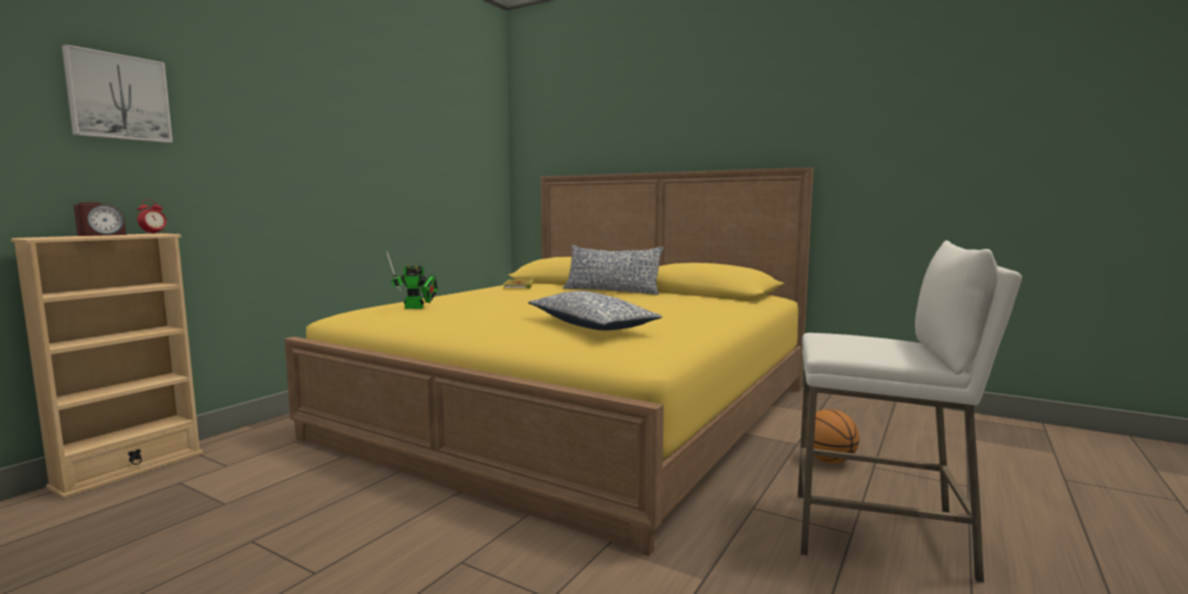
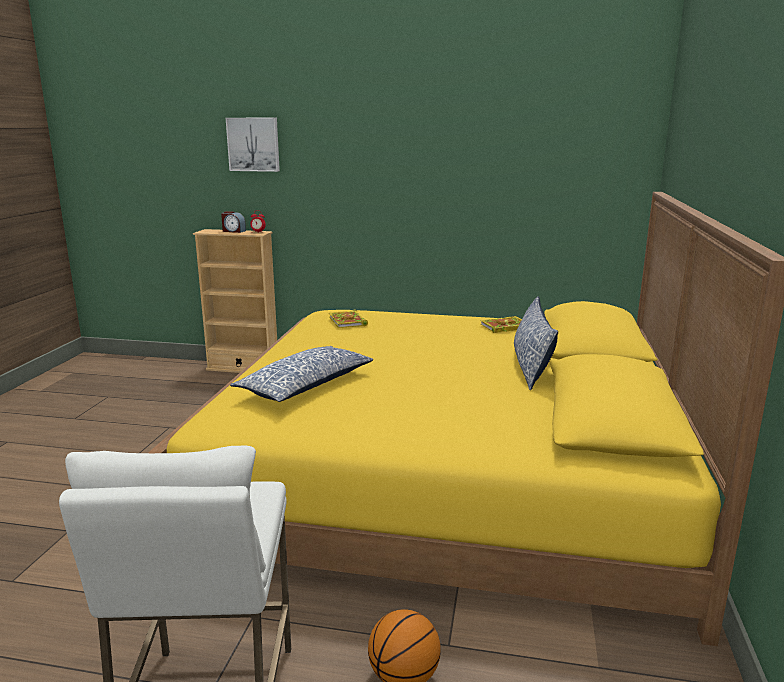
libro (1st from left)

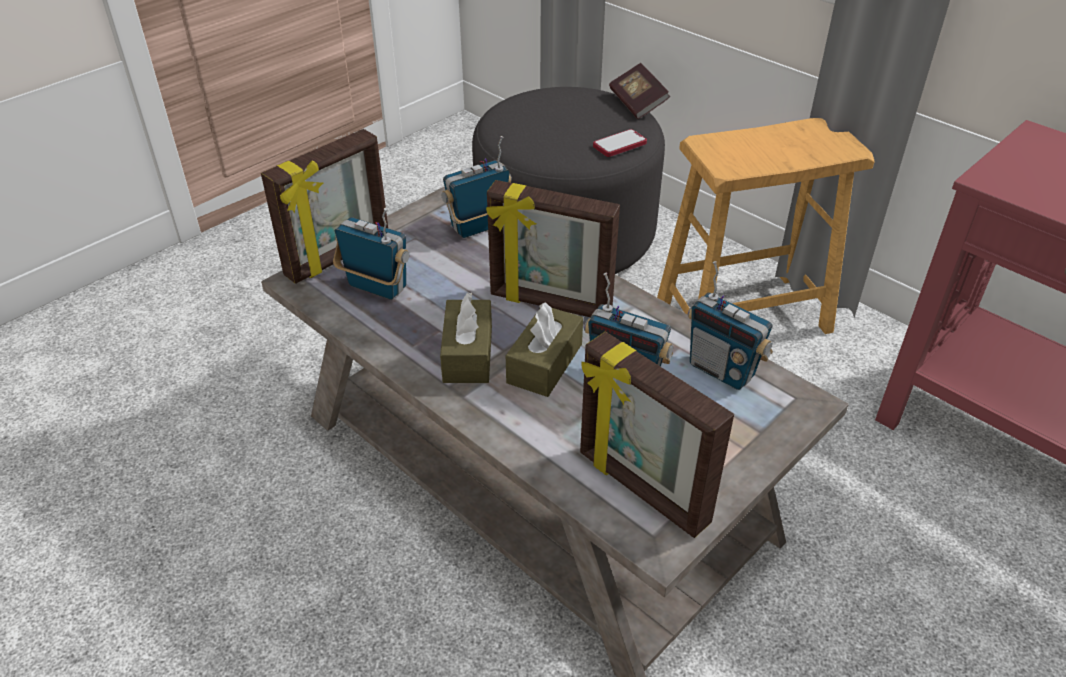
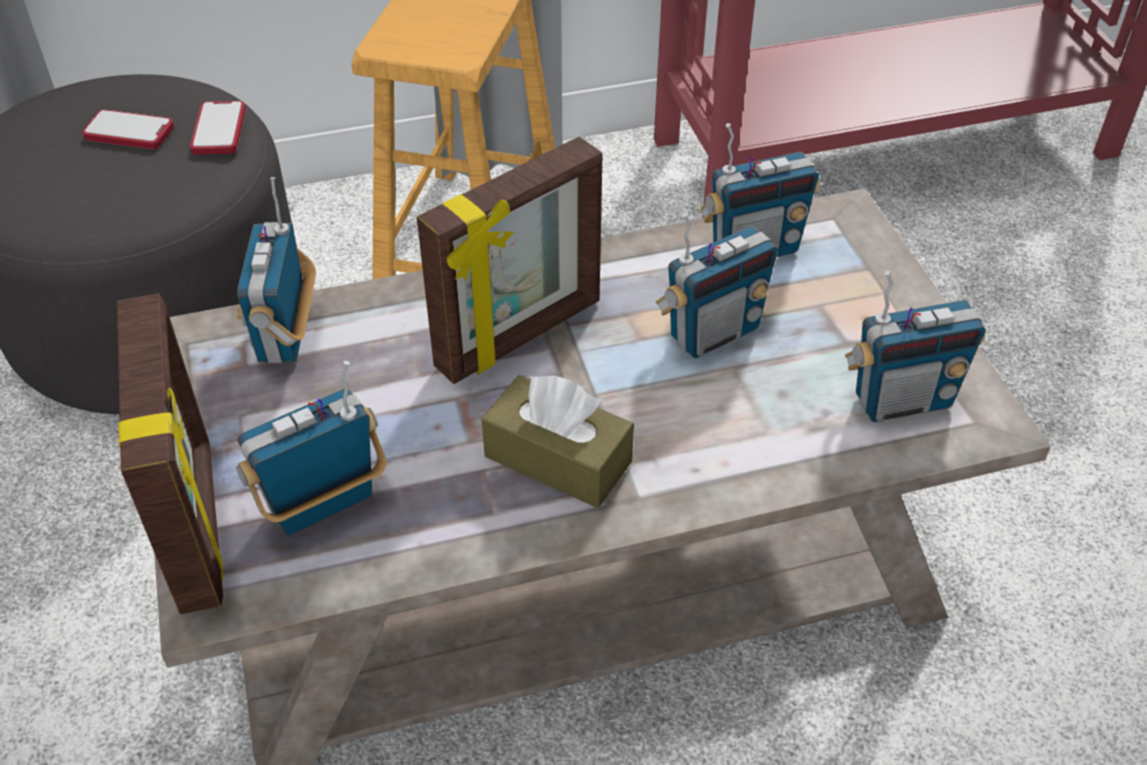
móvil (1st from left)
radio (5th from left)
caja de pañuelos [marrón] (2nd from left in the first image)
libro

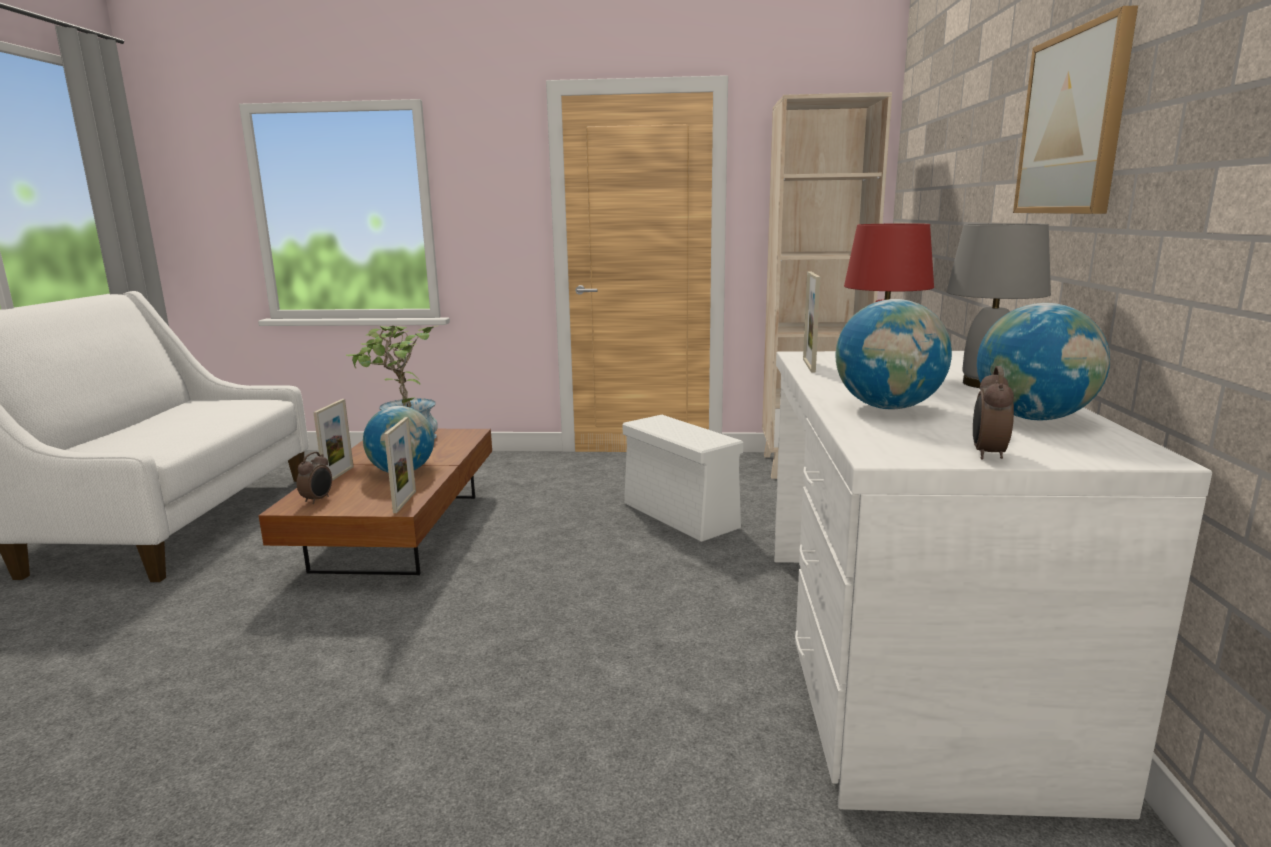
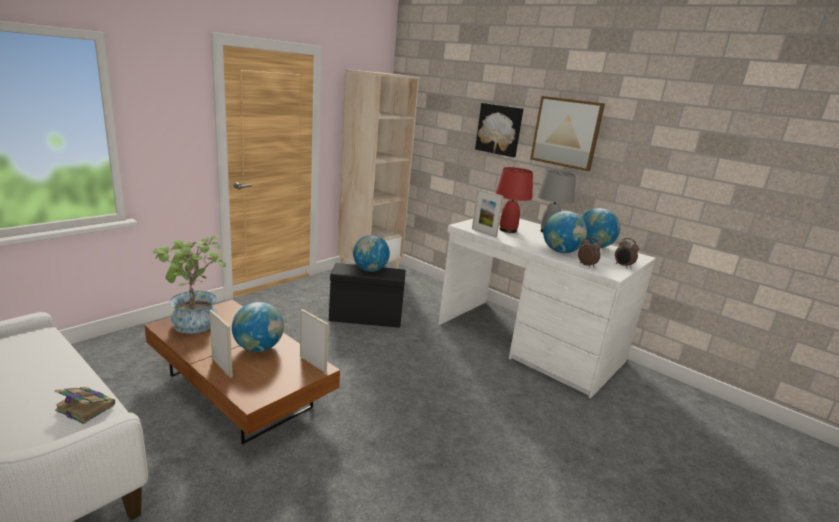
libro
caja de almacenaje [negro]
globo terráqueo (2nd from left)
cuadro (1st from left)
despertador (1st from left)

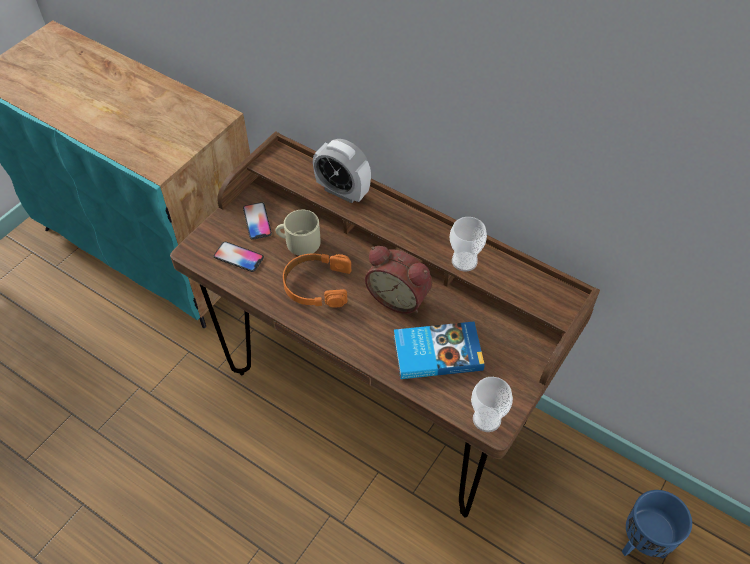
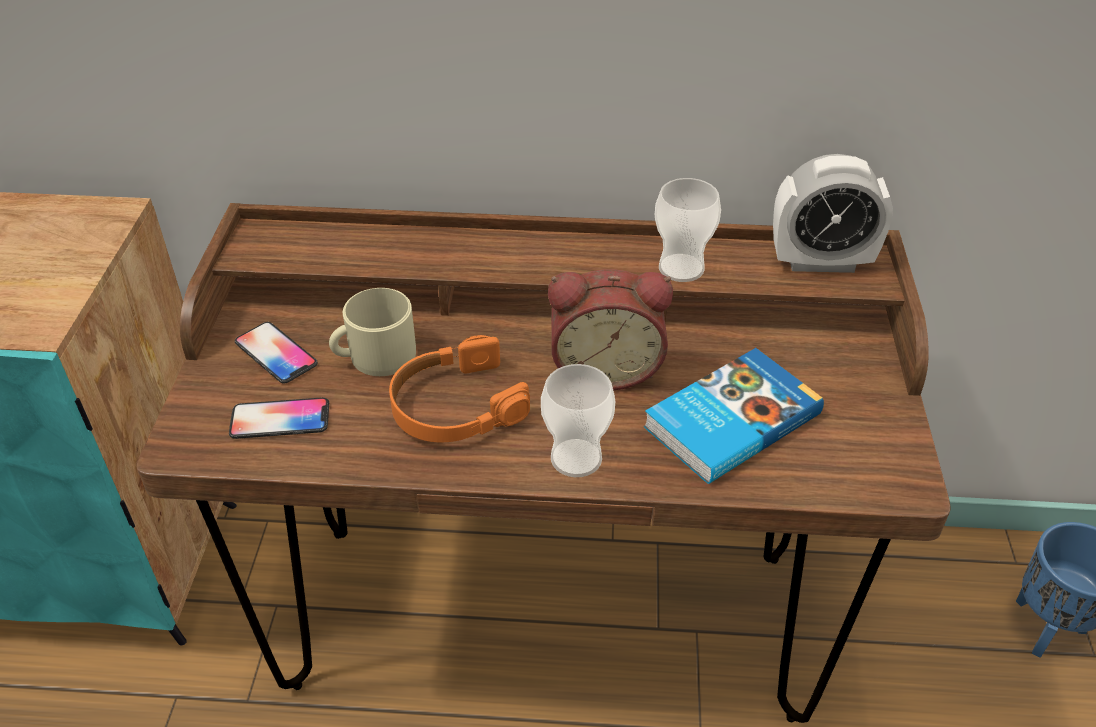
taza (1st from left)
despertador (2nd from left)

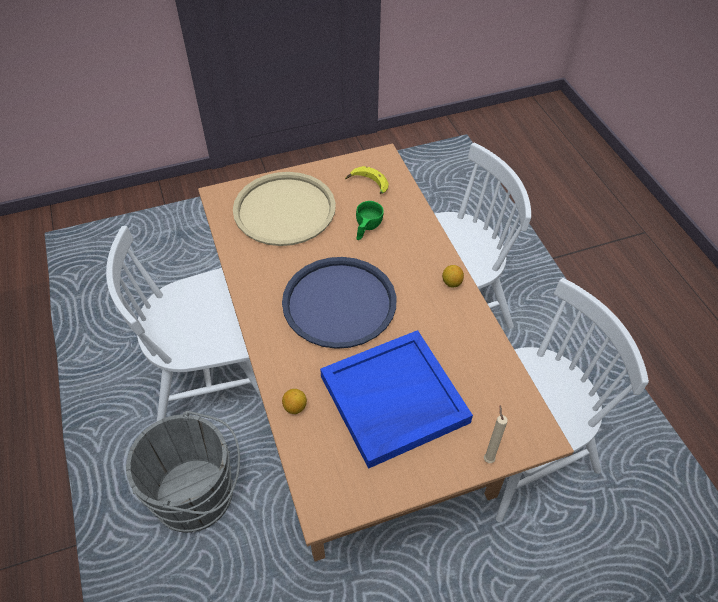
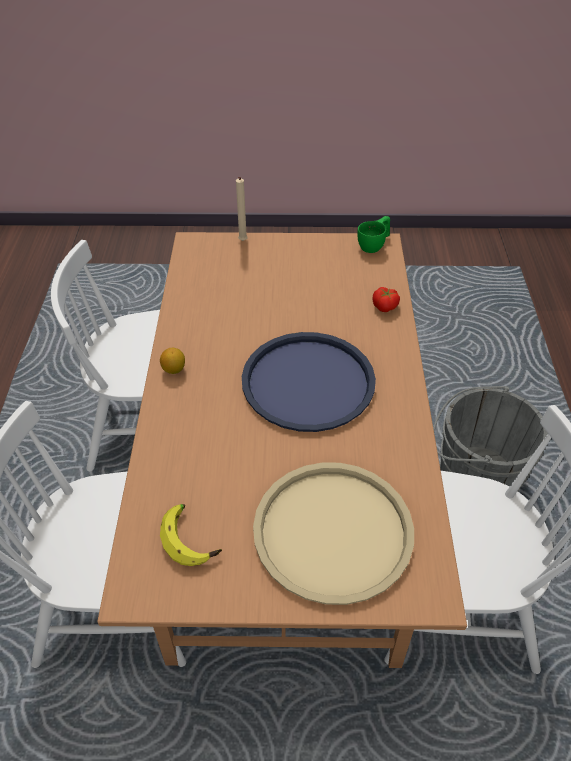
taza [verde]
tomate
bandeja [azul] (2nd from left in the first image)

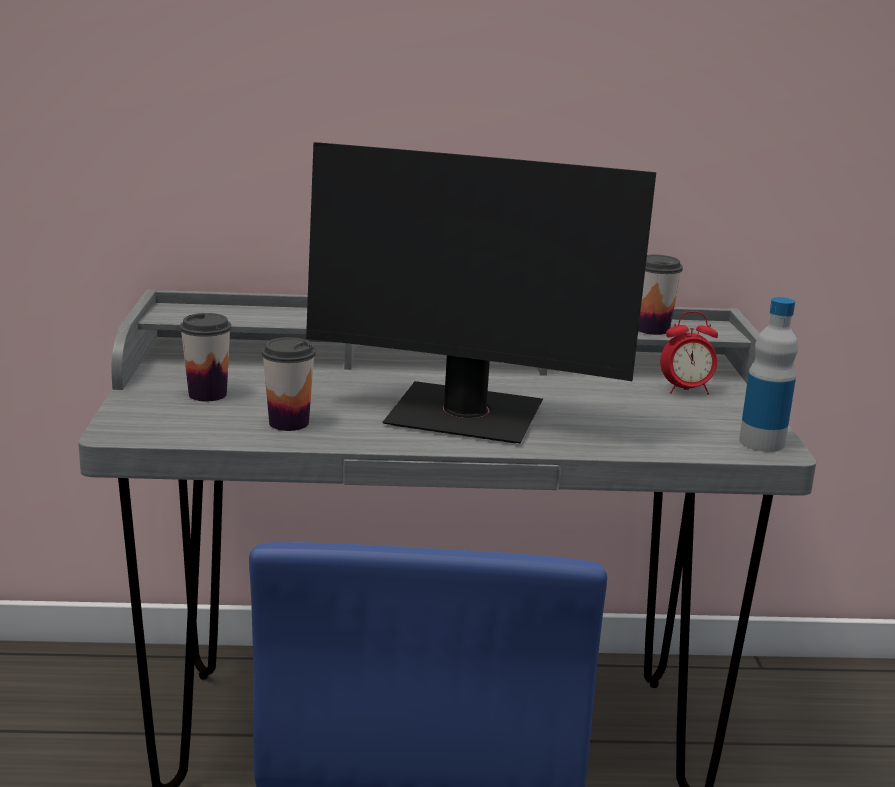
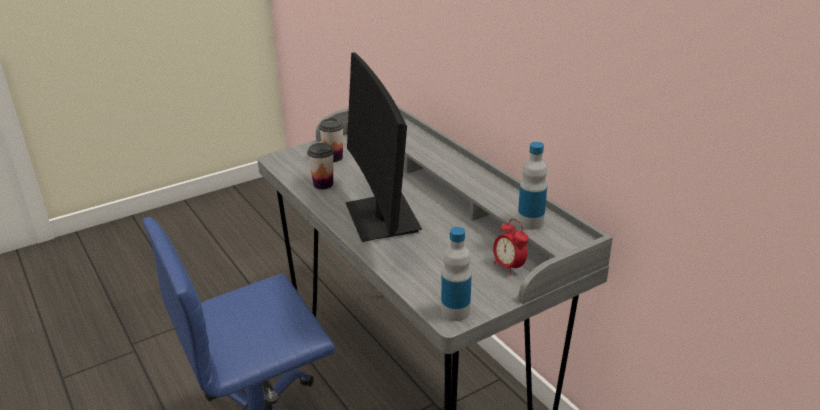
botella (2nd from left)

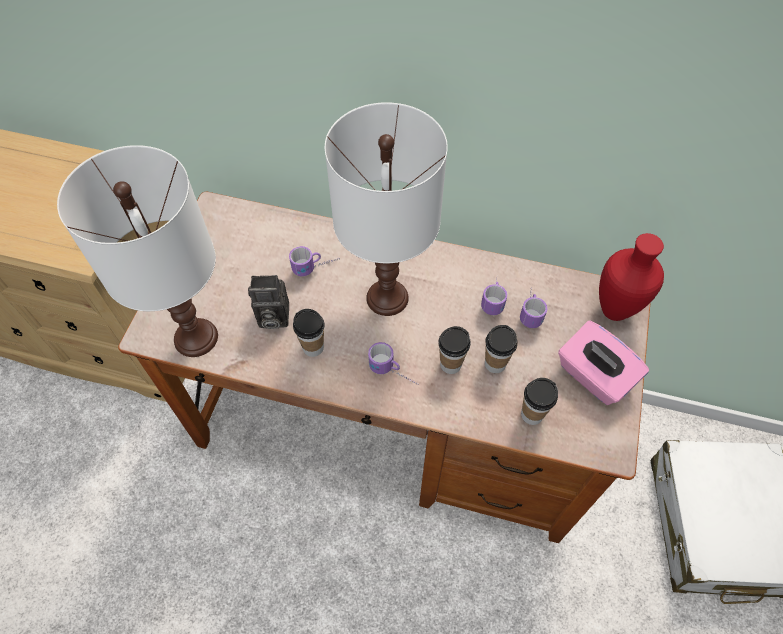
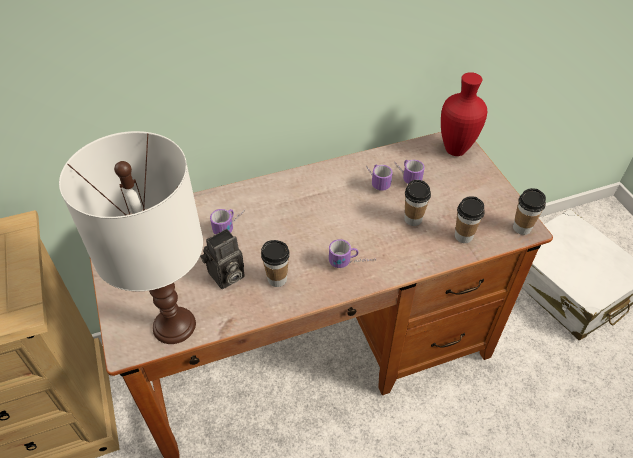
taza (4th from left)
lámpara de mesa [blanco] (2nd from left in the first image)
caja de pañuelos [rosa]

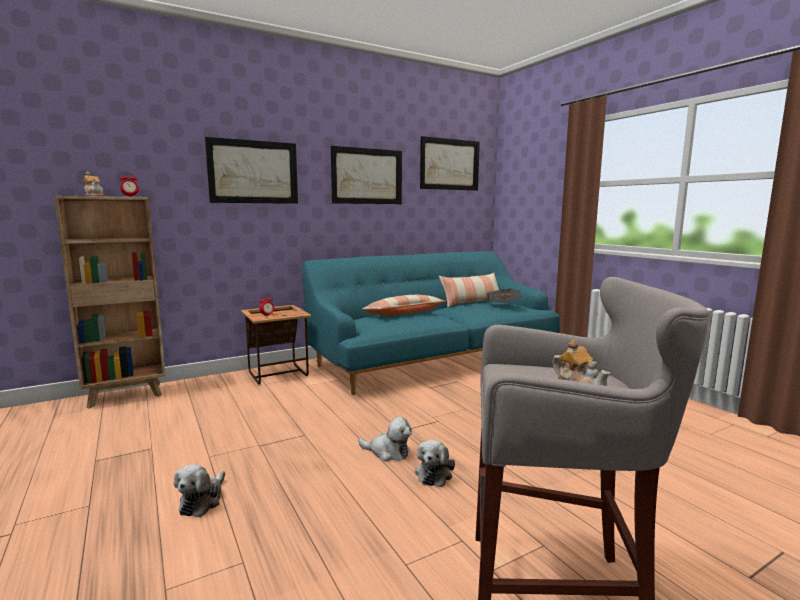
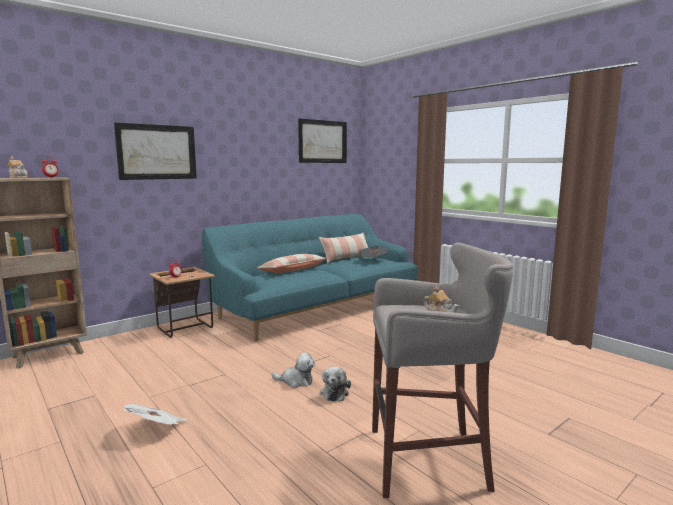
periódico (1st from left)
cuadro (2nd from left in the first image)

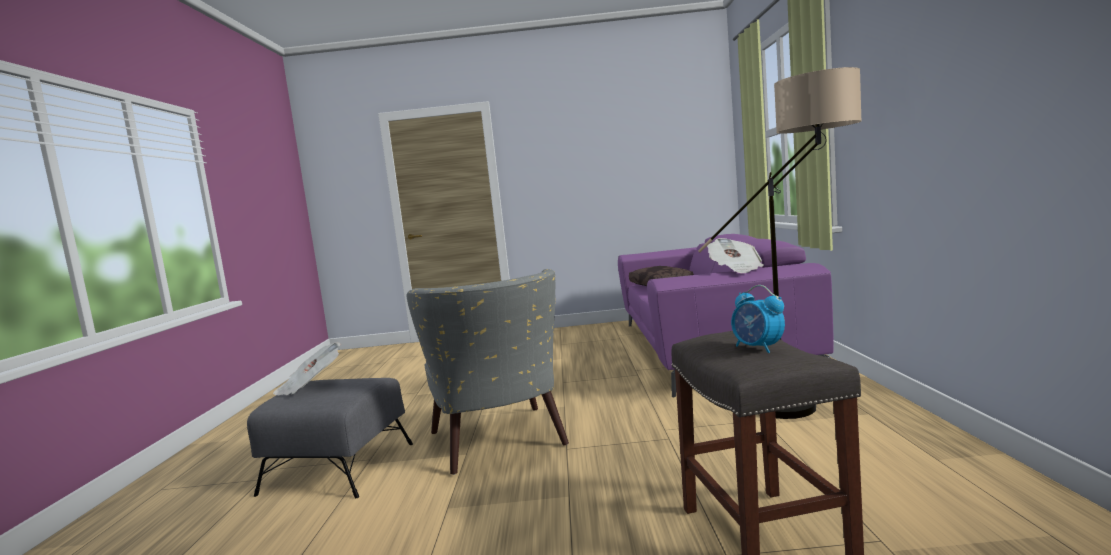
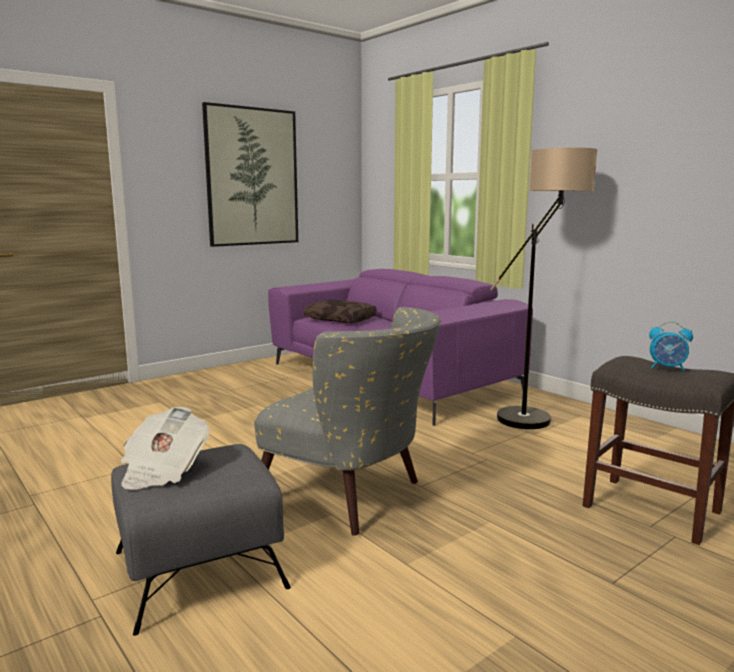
cuadro
periódico (2nd from left in the first image)

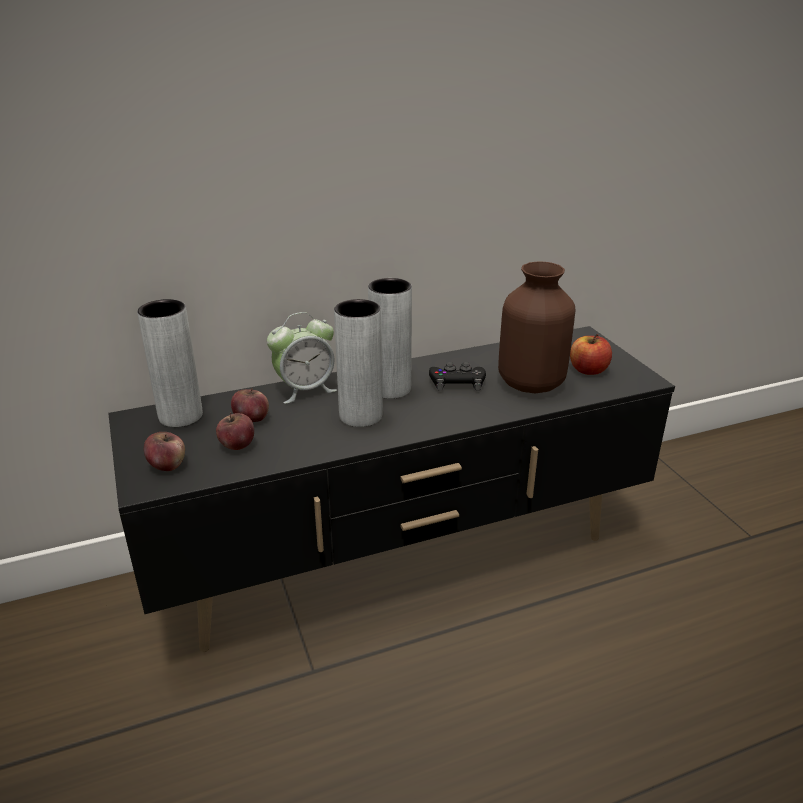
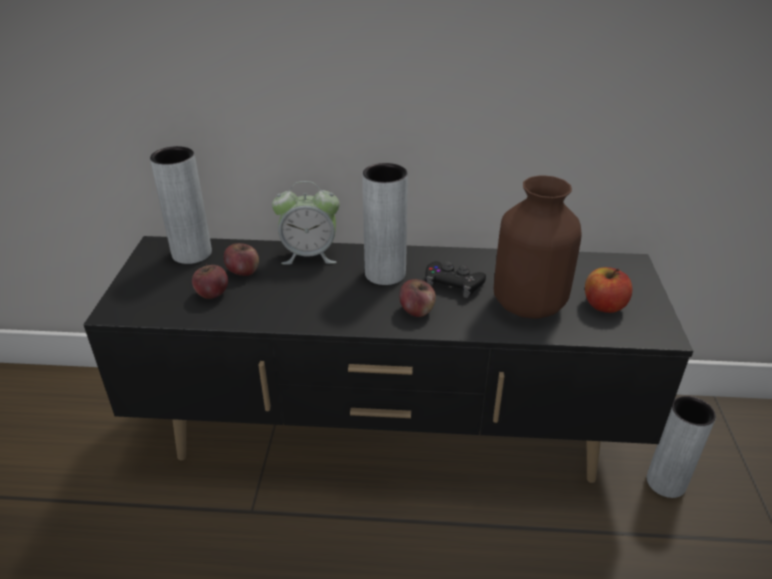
manzana (3rd from left)
florero [gris] (3rd from left)

